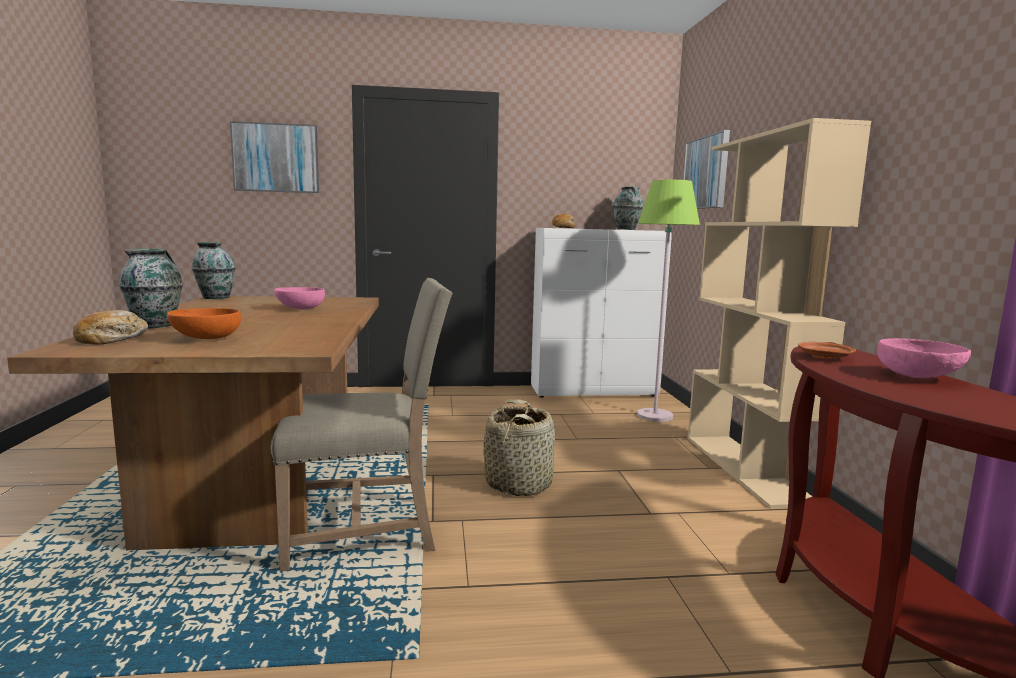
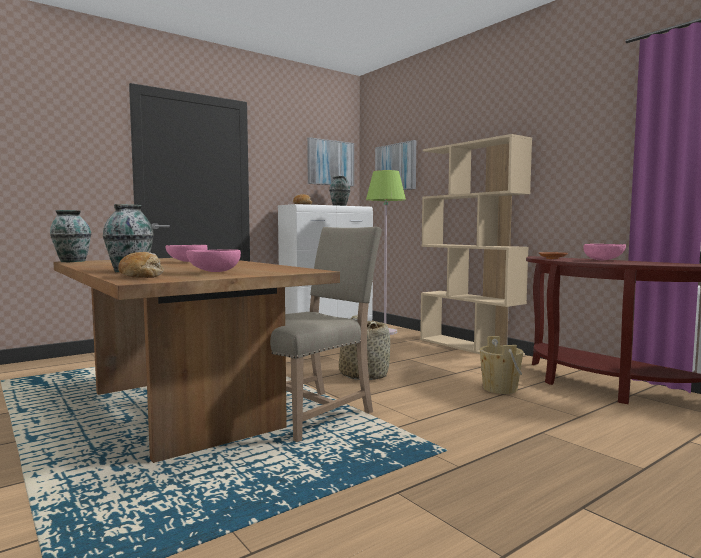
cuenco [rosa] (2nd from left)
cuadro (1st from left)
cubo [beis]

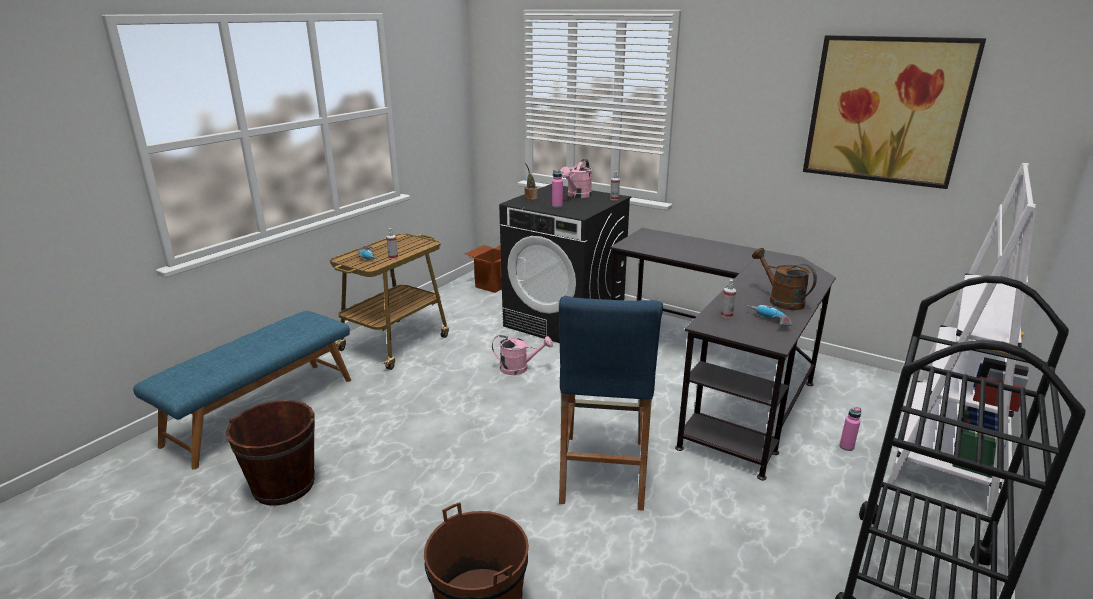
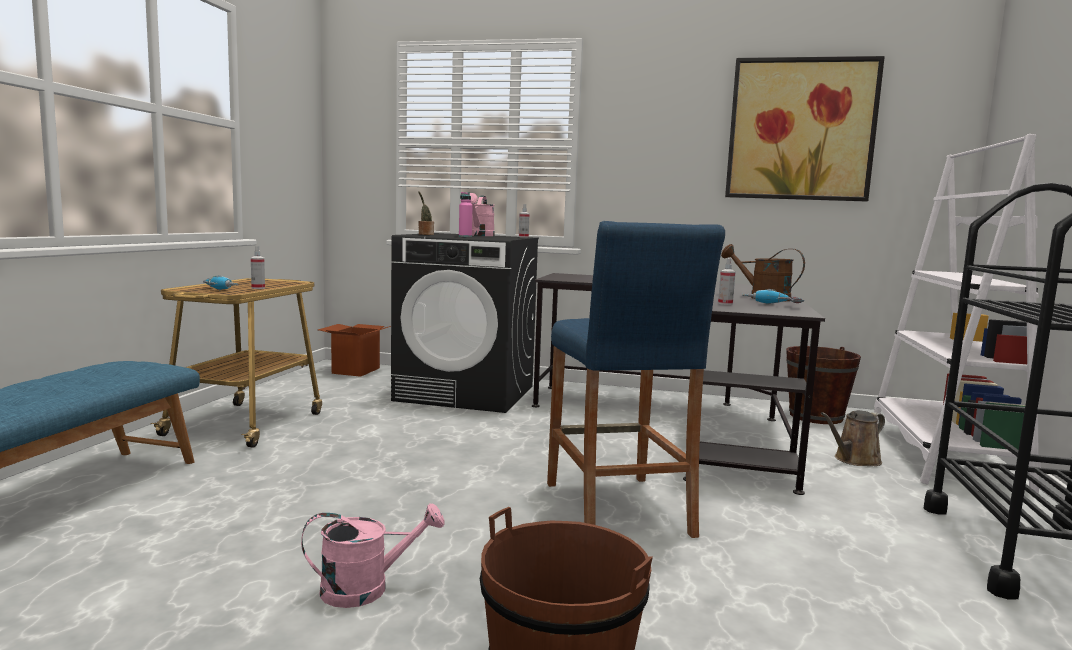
regadera [rosa] (1st from left)
cubo [marrón] (2nd from left)
regadera [marrón] (2nd from left)

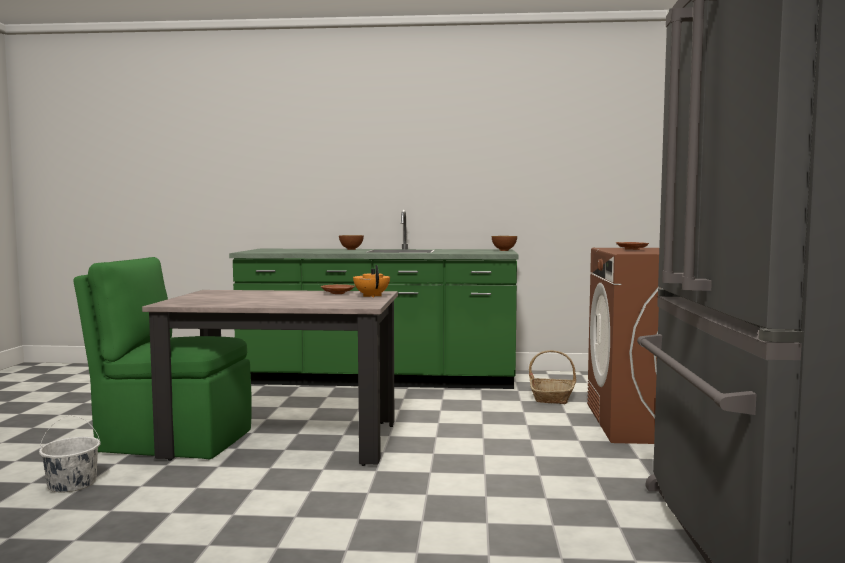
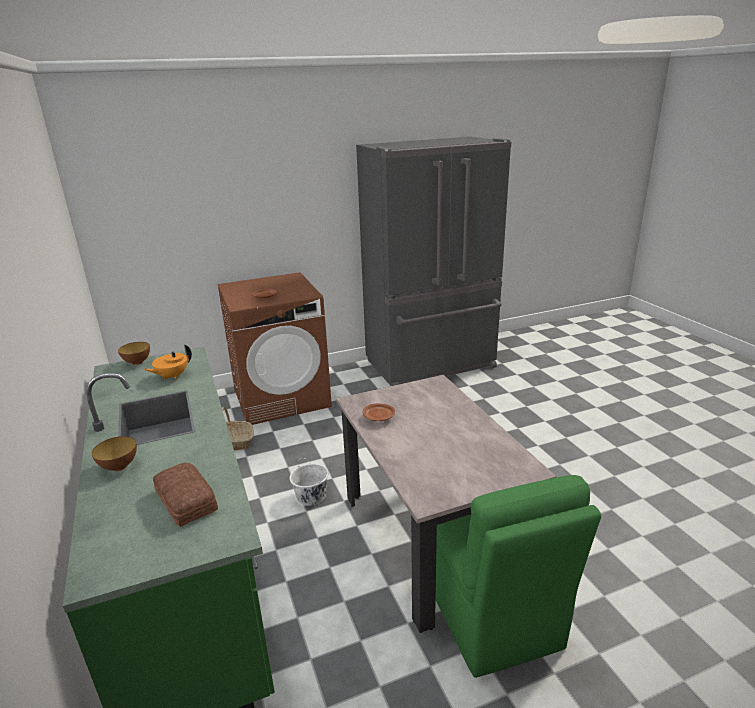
tetera [naranja]
pan
cubo [blanco]

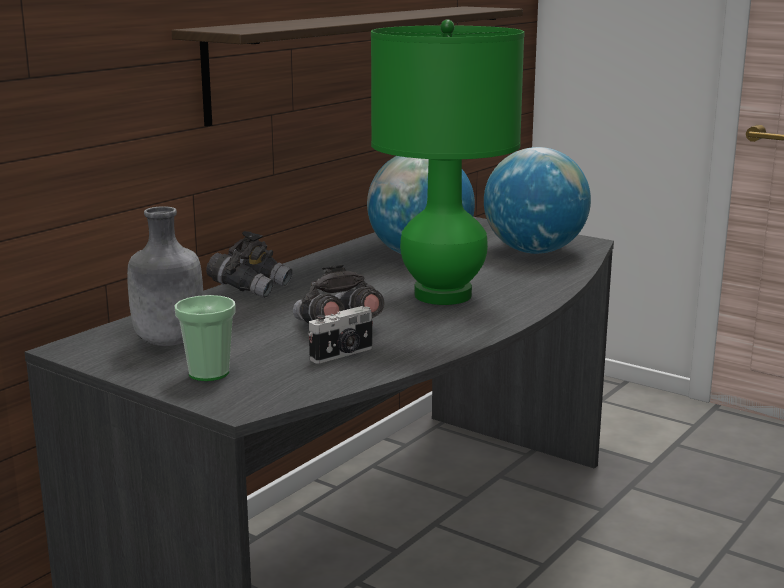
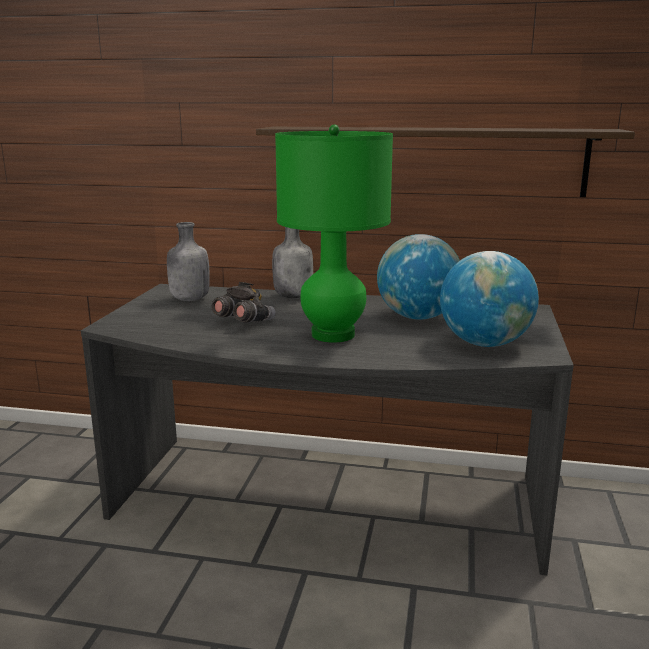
botella [gris] (2nd from left)
taza
cámara

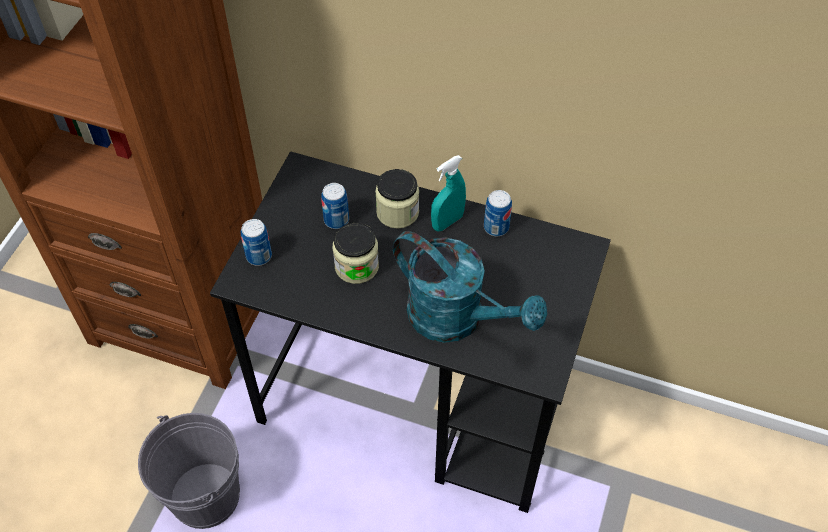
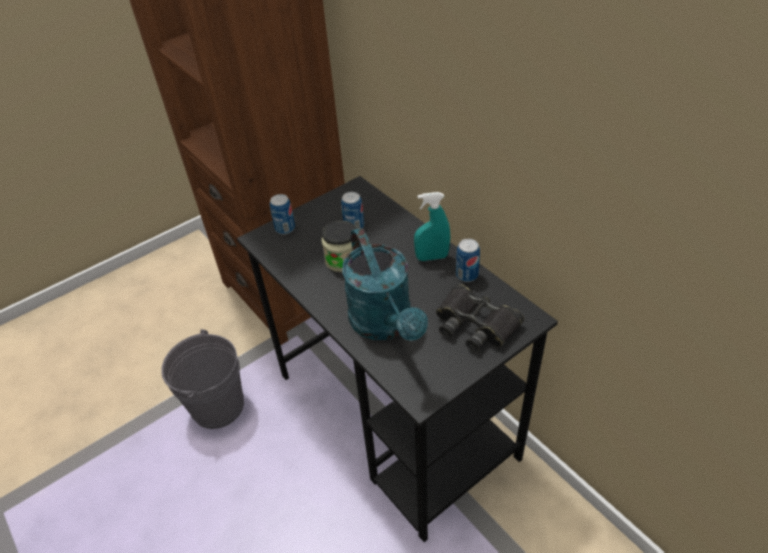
prismáticos [negro]
tarro (2nd from left in the first image)

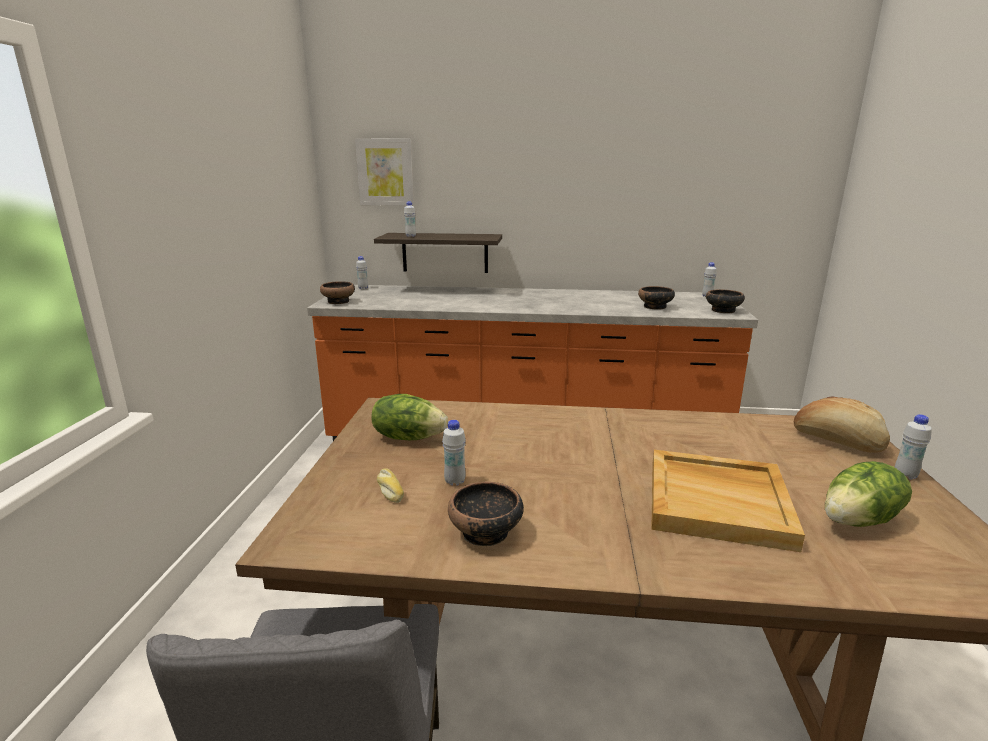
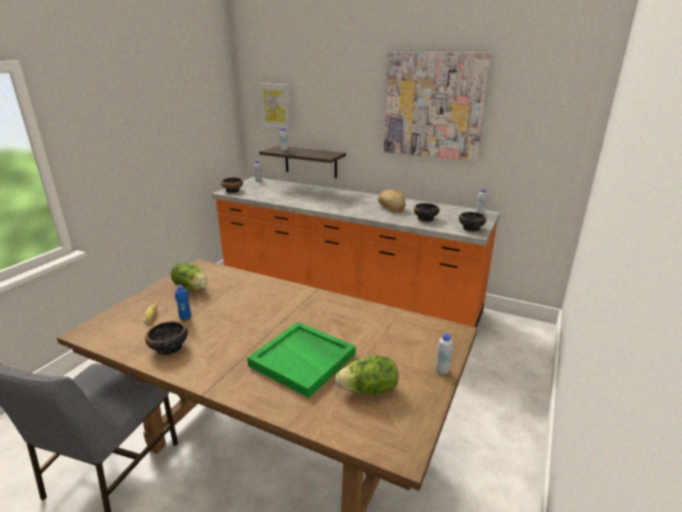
botella [azul]
bandeja [verde]
pan (2nd from left)
cuadro (2nd from left)

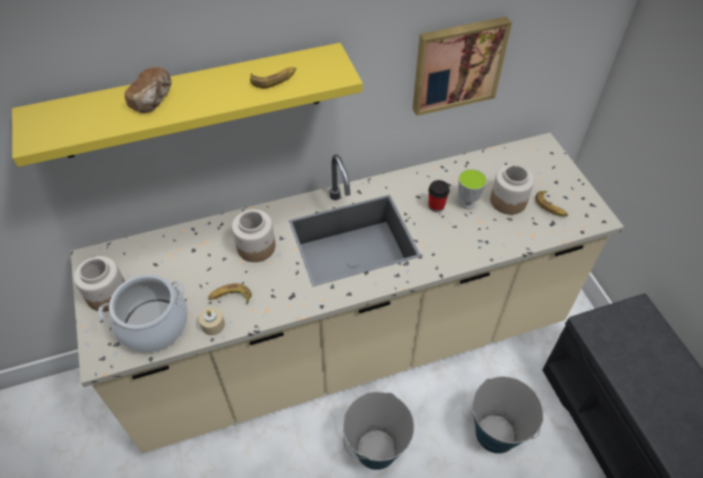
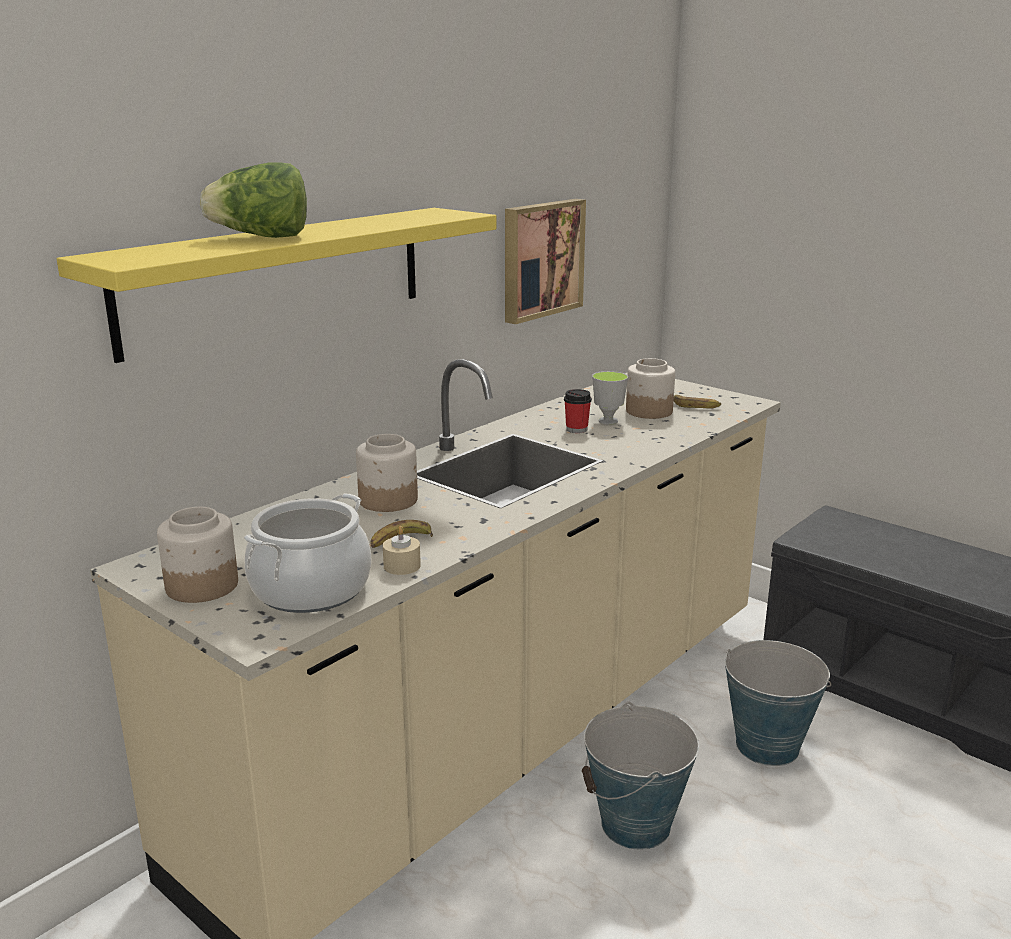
lechuga
plátano (2nd from left in the first image)

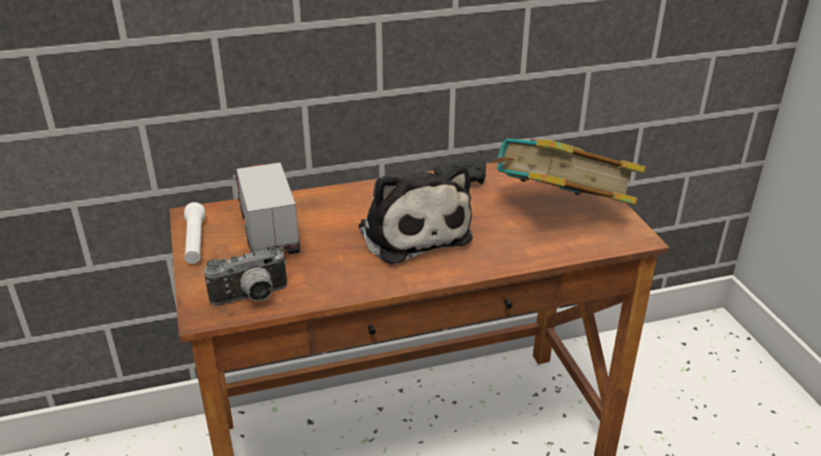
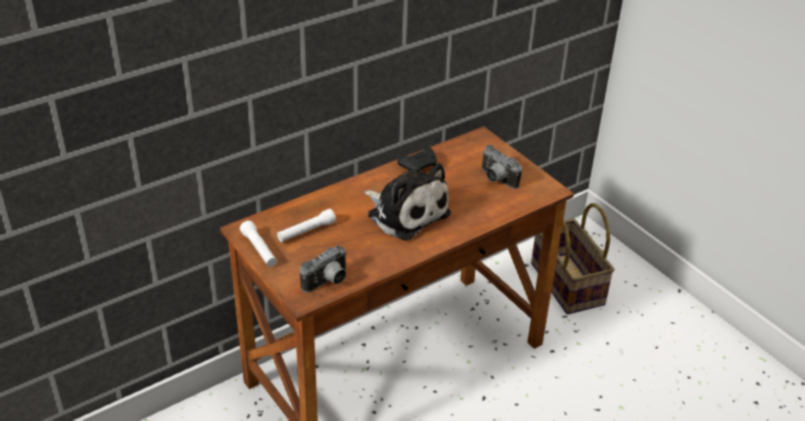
linterna [blanco] (2nd from left)
cámara (2nd from left)
cesta

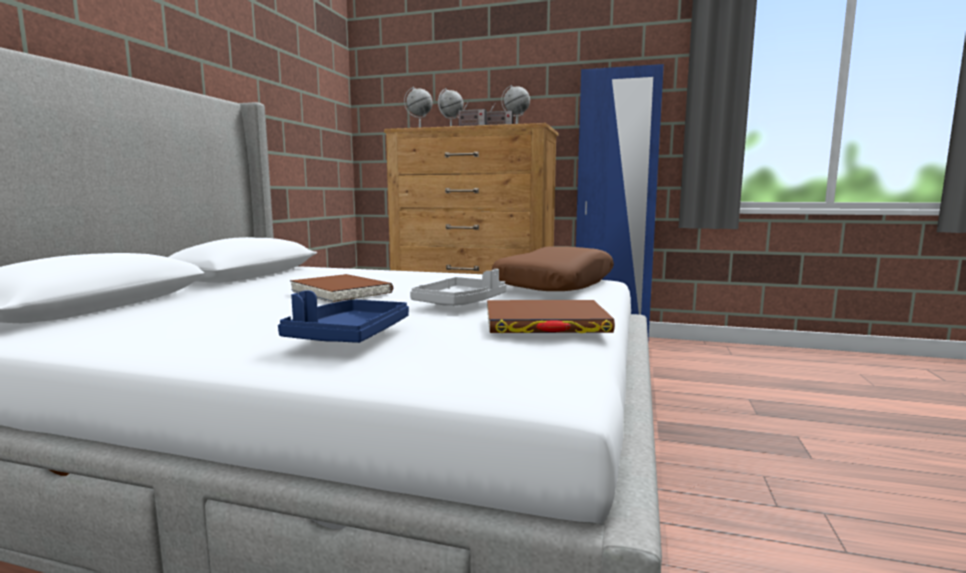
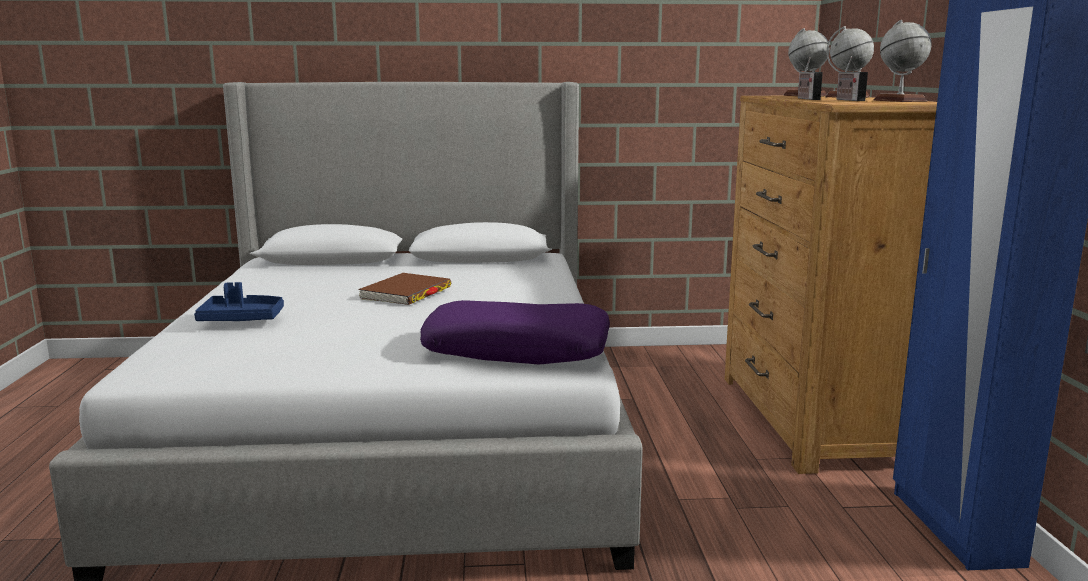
cojín [morado]
bandeja [gris]
libro [marrón] (2nd from left in the first image)

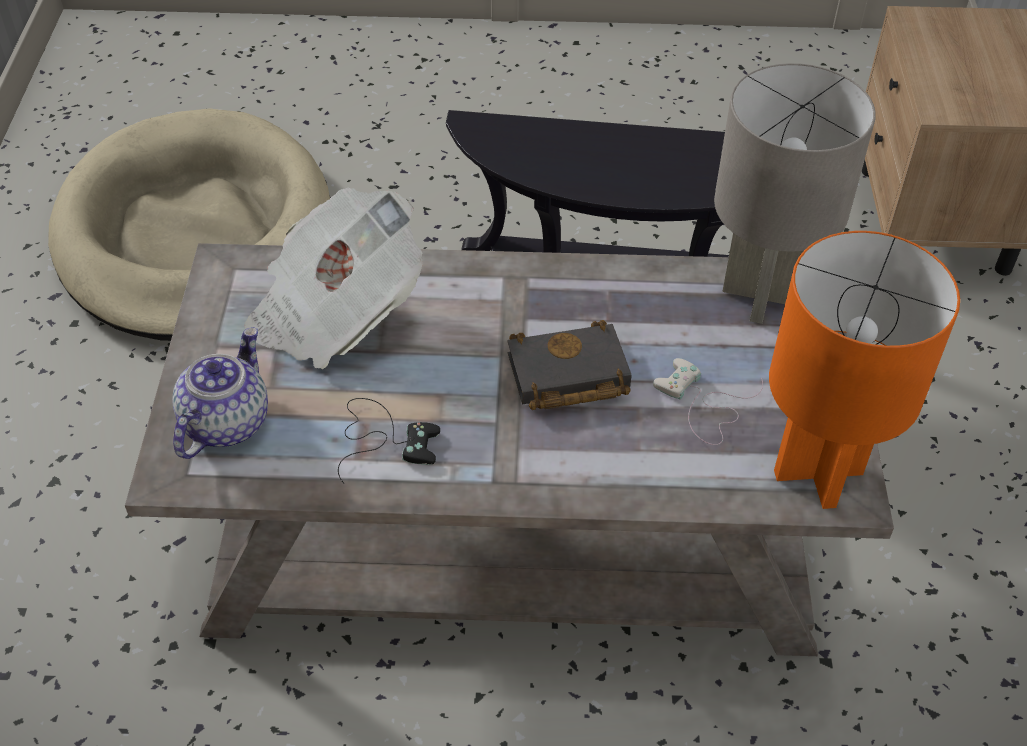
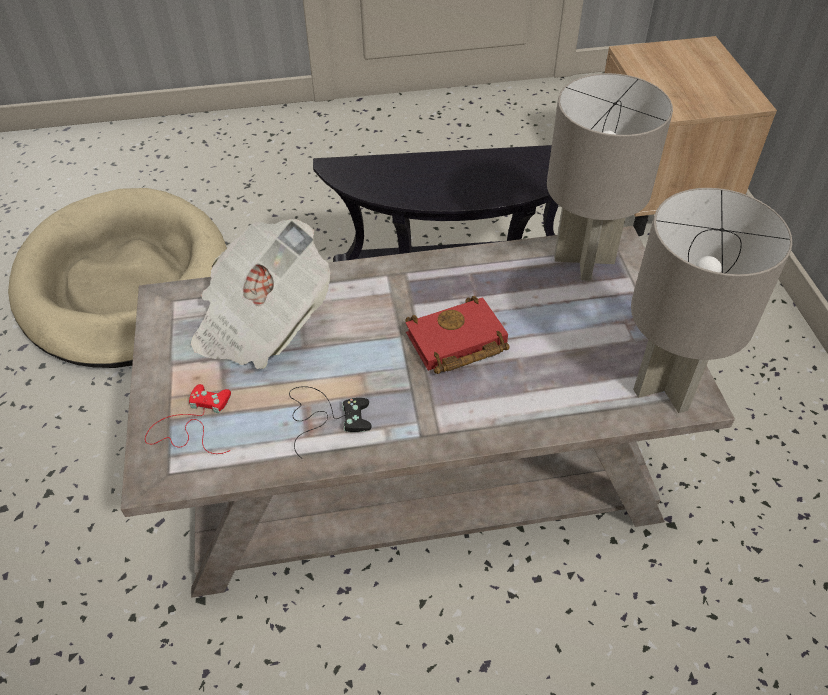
mando de consola [rojo]
libro [rojo]
lámpara de mesa [gris] (2nd from left)
mando de consola [blanco]

